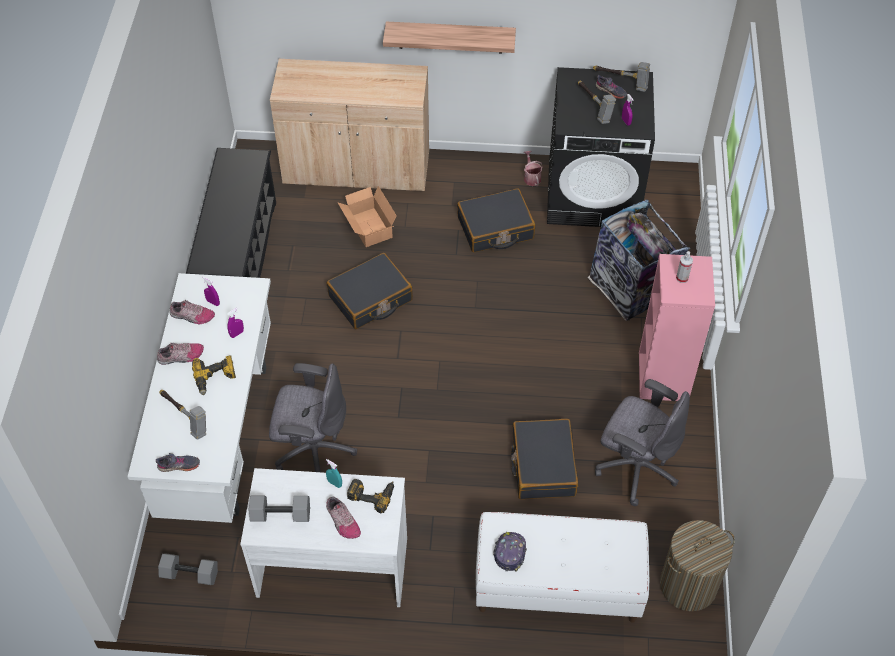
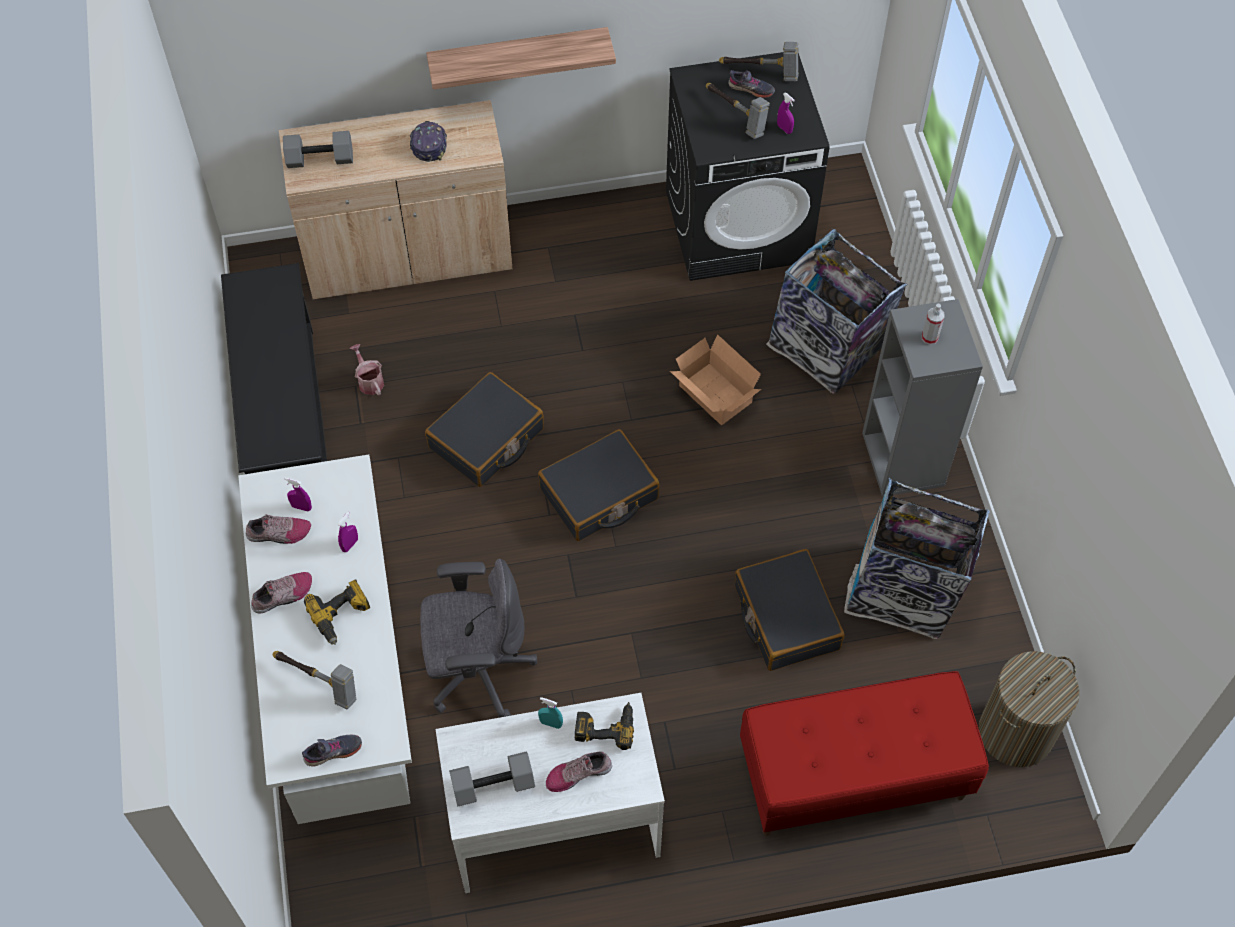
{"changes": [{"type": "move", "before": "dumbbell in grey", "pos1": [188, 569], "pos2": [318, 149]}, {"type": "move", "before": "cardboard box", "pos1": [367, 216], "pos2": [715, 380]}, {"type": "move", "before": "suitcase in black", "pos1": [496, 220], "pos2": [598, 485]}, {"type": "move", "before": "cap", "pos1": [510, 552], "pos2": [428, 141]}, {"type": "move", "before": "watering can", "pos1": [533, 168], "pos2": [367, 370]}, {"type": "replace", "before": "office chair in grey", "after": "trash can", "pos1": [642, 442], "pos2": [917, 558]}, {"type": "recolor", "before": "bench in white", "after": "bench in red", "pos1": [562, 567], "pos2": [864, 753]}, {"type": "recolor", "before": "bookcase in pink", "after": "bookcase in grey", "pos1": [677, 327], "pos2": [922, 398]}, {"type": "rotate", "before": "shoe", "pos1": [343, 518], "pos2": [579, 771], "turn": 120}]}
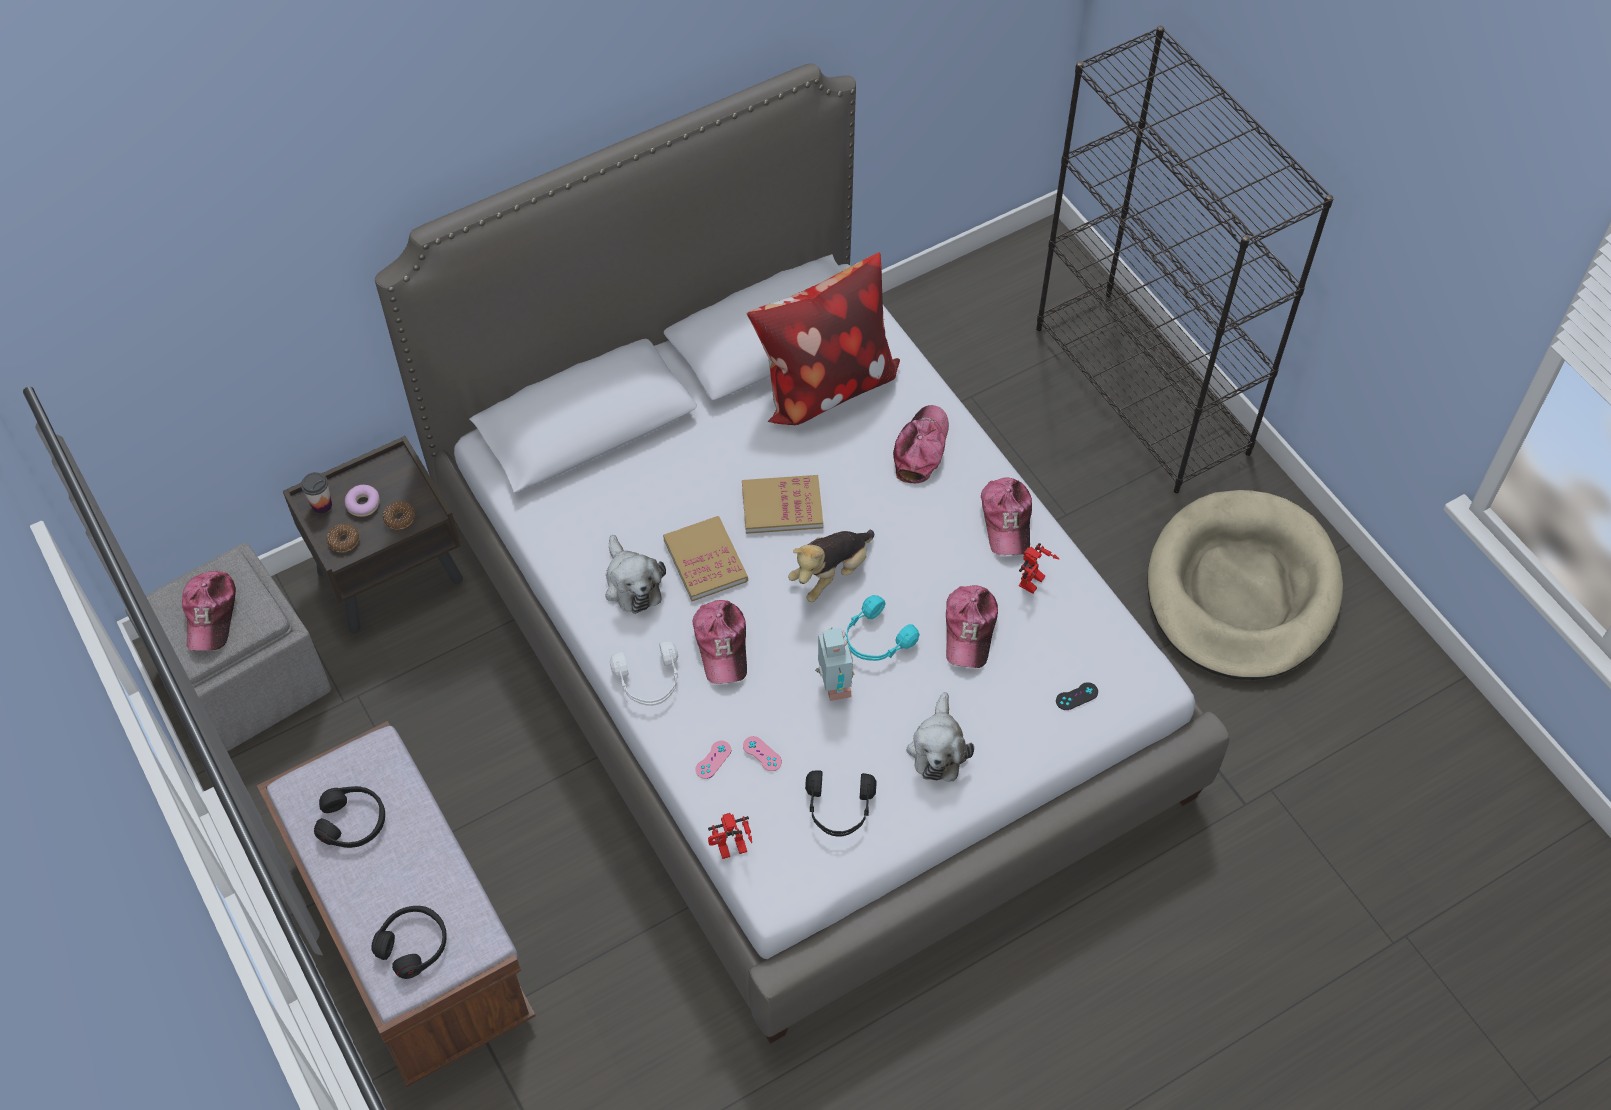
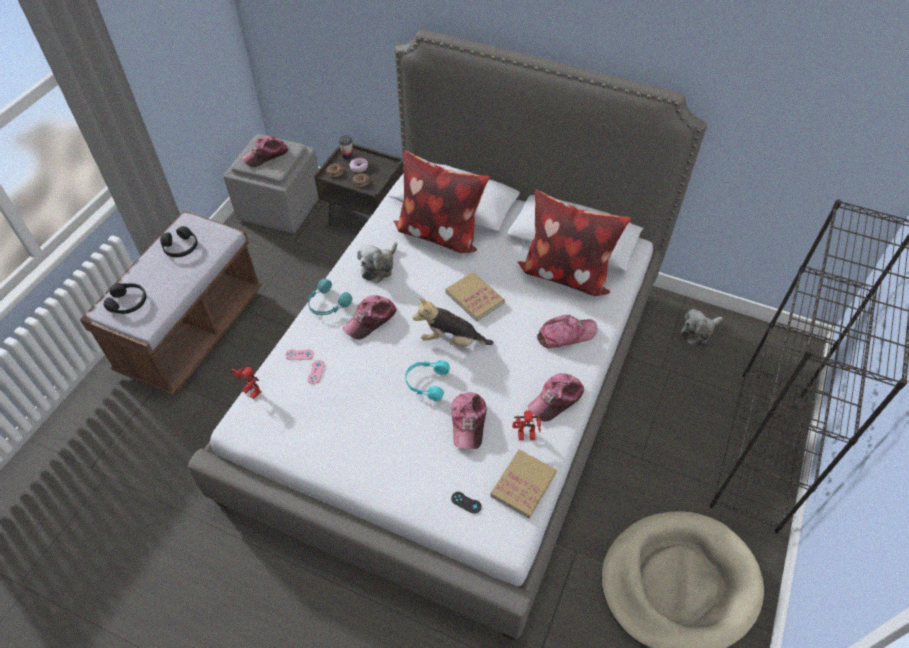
{"changes": [{"type": "delete", "before": "headphones in black", "pos1": [841, 803]}, {"type": "delete", "before": "toy robot", "pos1": [834, 664]}, {"type": "insert", "after": "pillow", "pos2": [441, 201]}, {"type": "move", "before": "book", "pos1": [705, 558], "pos2": [523, 483]}, {"type": "move", "before": "plush toy", "pos1": [940, 737], "pos2": [701, 327]}, {"type": "recolor", "before": "headphones in white", "after": "headphones in turquoise", "pos1": [644, 673], "pos2": [330, 297]}, {"type": "rotate", "before": "cap", "pos1": [972, 626], "pos2": [469, 420], "turn": -60}]}
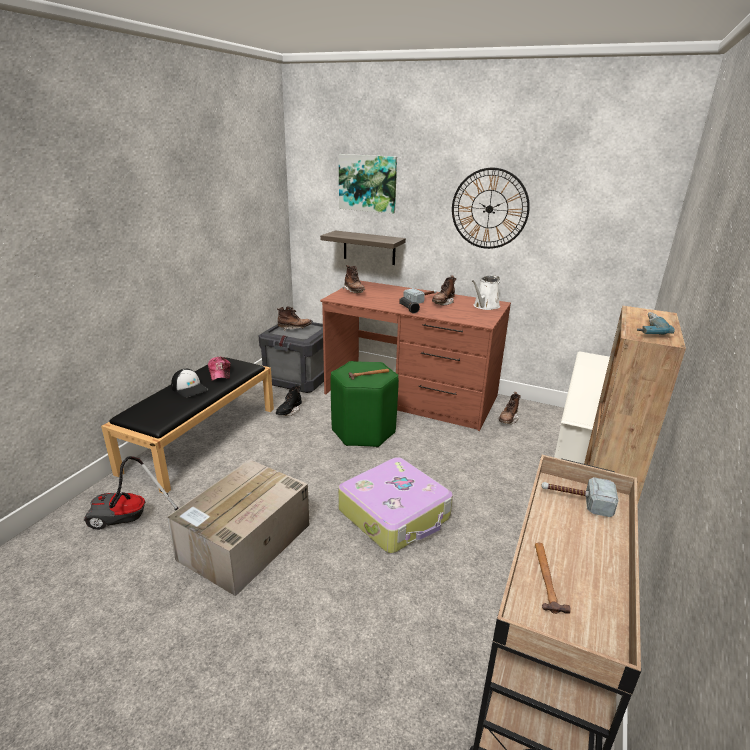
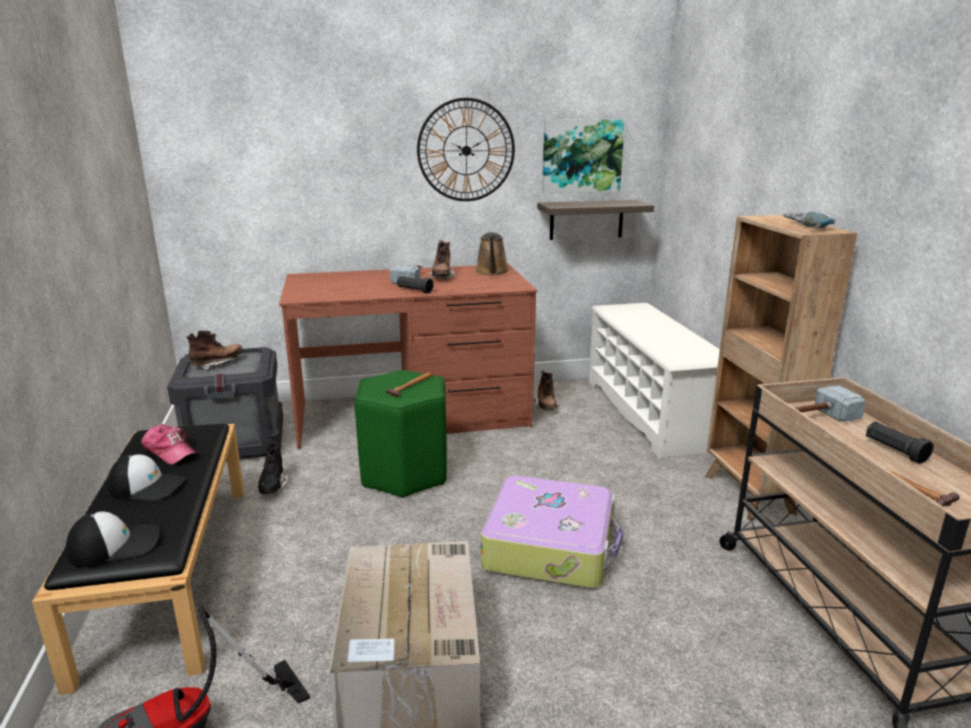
{"changes": [{"type": "delete", "before": "boot in brown", "pos1": [354, 279]}, {"type": "insert", "after": "cap", "pos2": [113, 539]}, {"type": "insert", "after": "flashlight in black", "pos2": [900, 442]}, {"type": "move", "before": "shelf", "pos1": [363, 247], "pos2": [595, 220]}, {"type": "move", "before": "picture", "pos1": [368, 184], "pos2": [583, 156]}, {"type": "recolor", "before": "watering can in white", "after": "watering can in brown", "pos1": [486, 293], "pos2": [492, 253]}]}
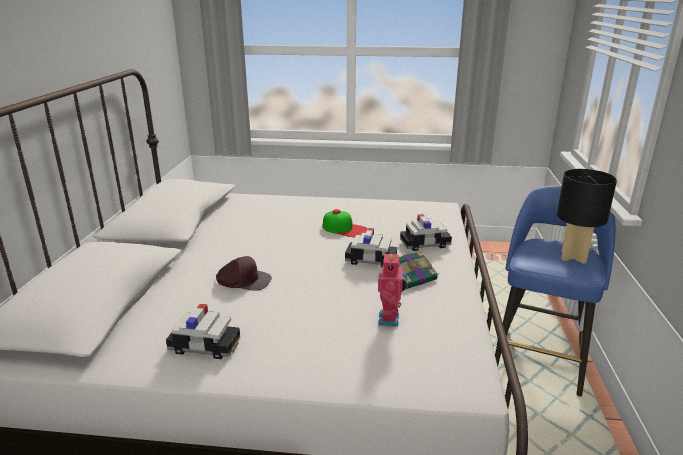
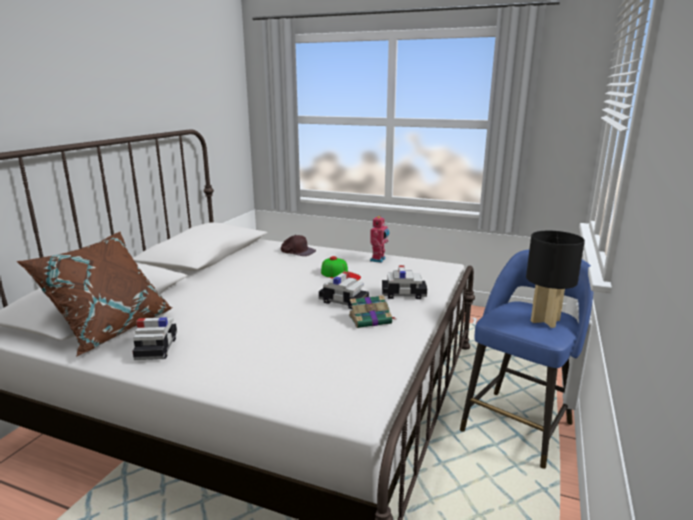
{"changes": [{"type": "insert", "after": "pillow in brown", "pos2": [94, 294]}, {"type": "move", "before": "cap in brown", "pos1": [244, 273], "pos2": [298, 245]}, {"type": "move", "before": "toy robot", "pos1": [392, 289], "pos2": [379, 239]}, {"type": "rotate", "before": "toy car", "pos1": [203, 331], "pos2": [154, 338], "turn": -120}]}
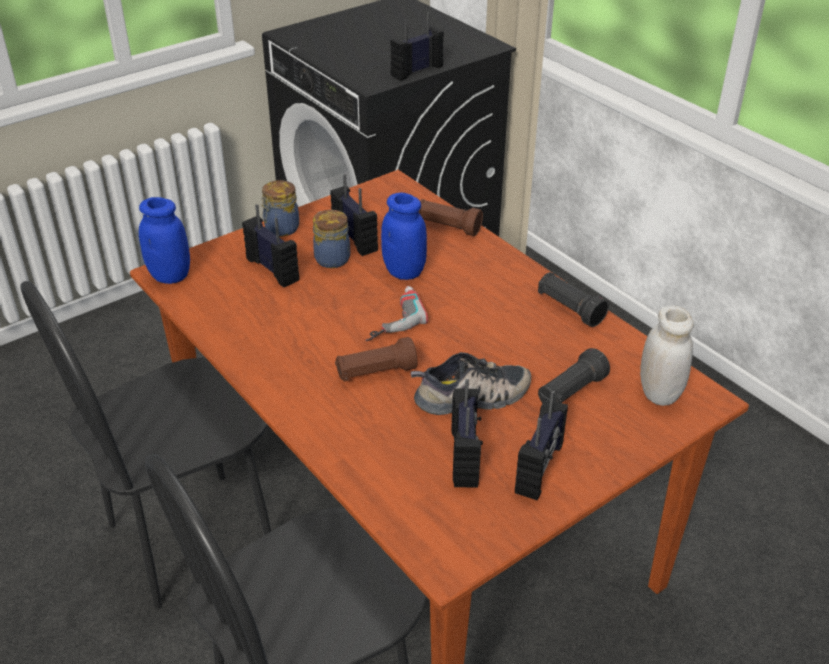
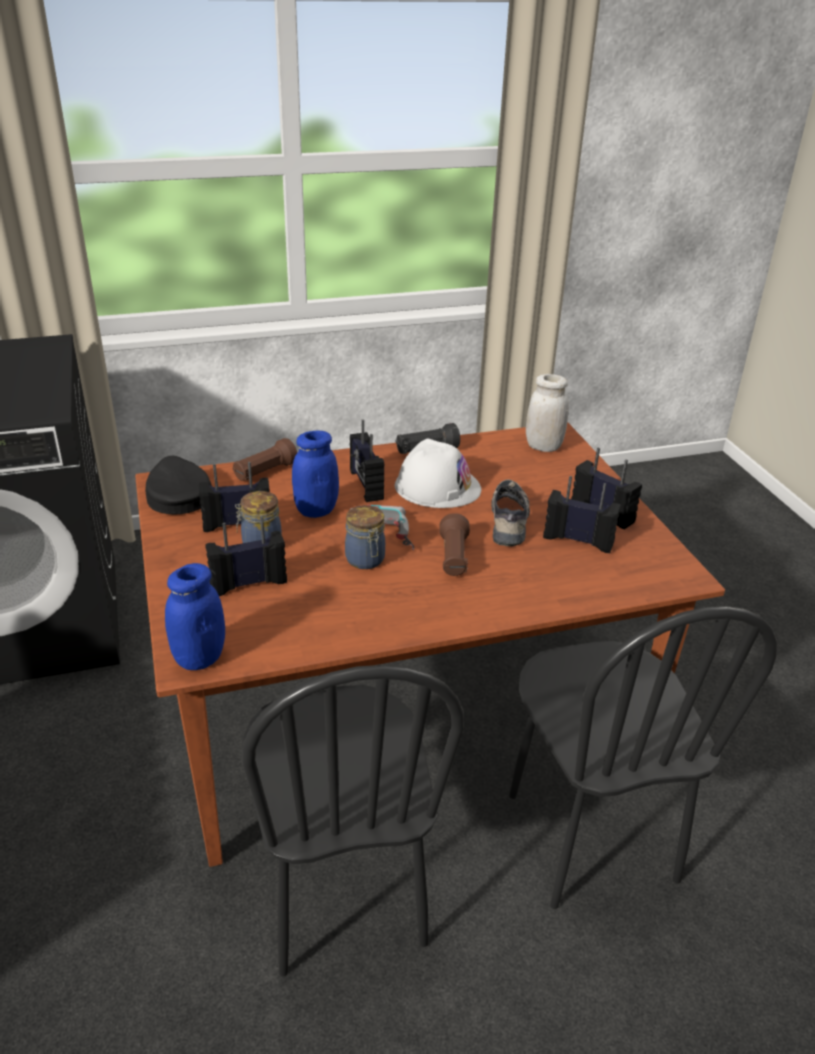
{"changes": [{"type": "delete", "before": "flashlight in black", "pos1": [574, 375]}, {"type": "insert", "after": "cap in black", "pos2": [178, 485]}, {"type": "insert", "after": "hard hat in white", "pos2": [438, 473]}, {"type": "move", "before": "jar", "pos1": [280, 208], "pos2": [365, 537]}, {"type": "move", "before": "radio", "pos1": [417, 46], "pos2": [367, 461]}]}
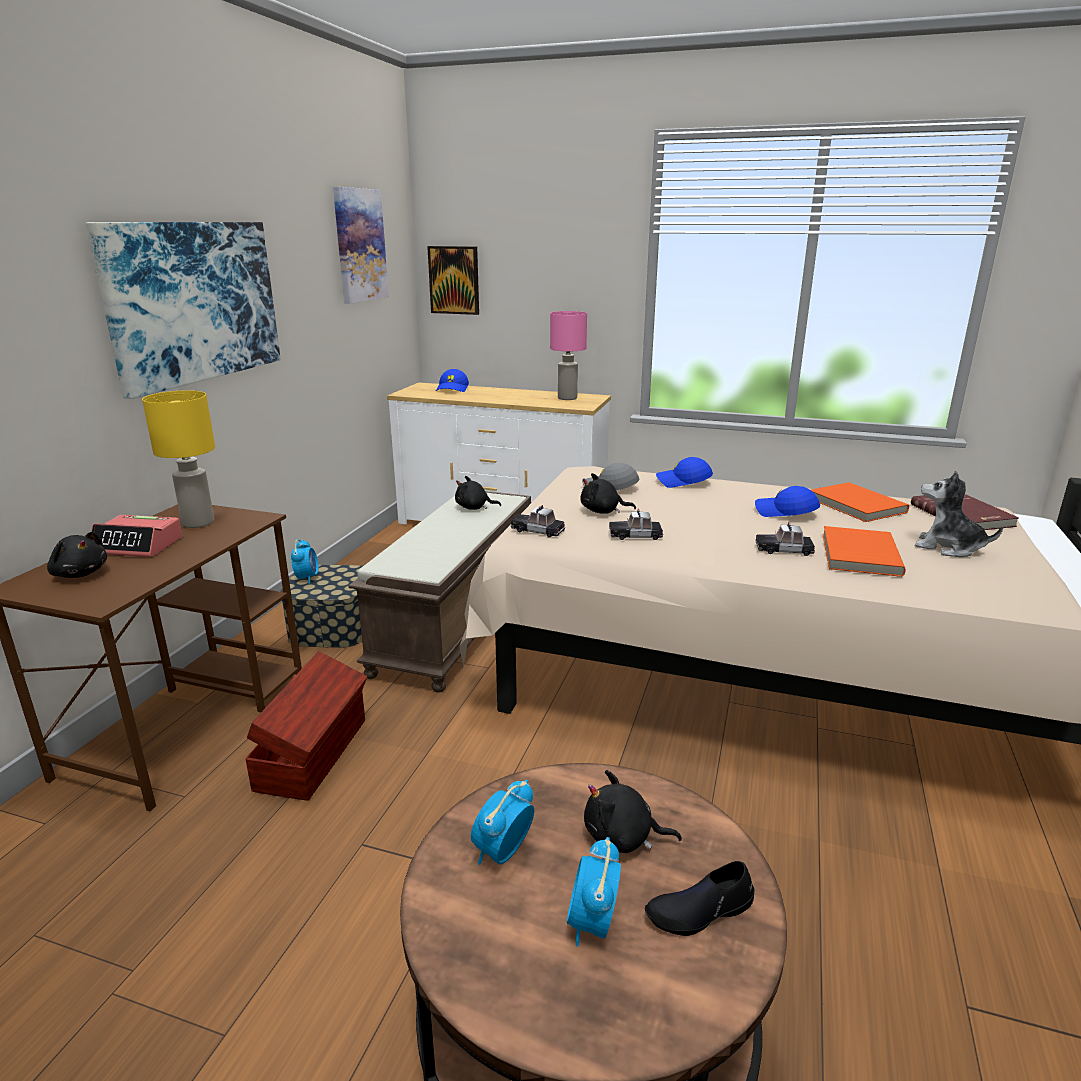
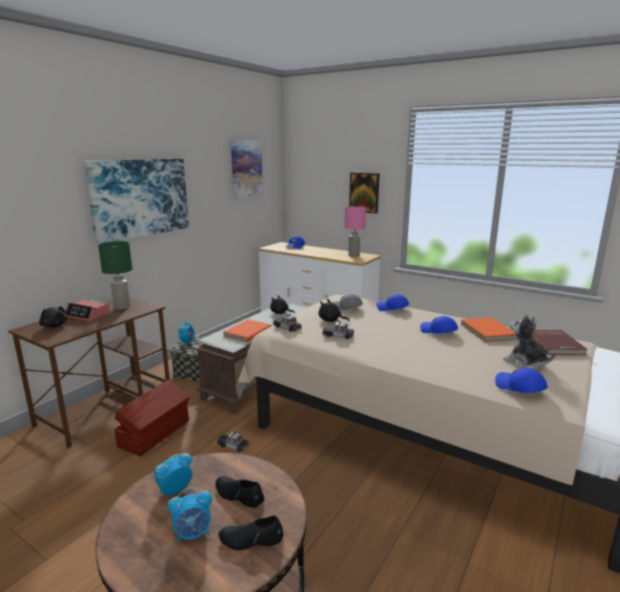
{"changes": [{"type": "insert", "after": "cap in blue", "pos2": [521, 380]}, {"type": "move", "before": "picture", "pos1": [453, 280], "pos2": [364, 193]}, {"type": "move", "before": "toy car", "pos1": [785, 539], "pos2": [233, 441]}, {"type": "move", "before": "book in orange", "pos1": [864, 551], "pos2": [247, 330]}, {"type": "replace", "before": "plush toy in black", "after": "shoe in black", "pos1": [633, 811], "pos2": [239, 492]}, {"type": "recolor", "before": "table lamp in yellow", "after": "table lamp in green", "pos1": [178, 459], "pos2": [115, 275]}, {"type": "rotate", "before": "alarm clock", "pos1": [594, 891], "pos2": [190, 515], "turn": -135}]}
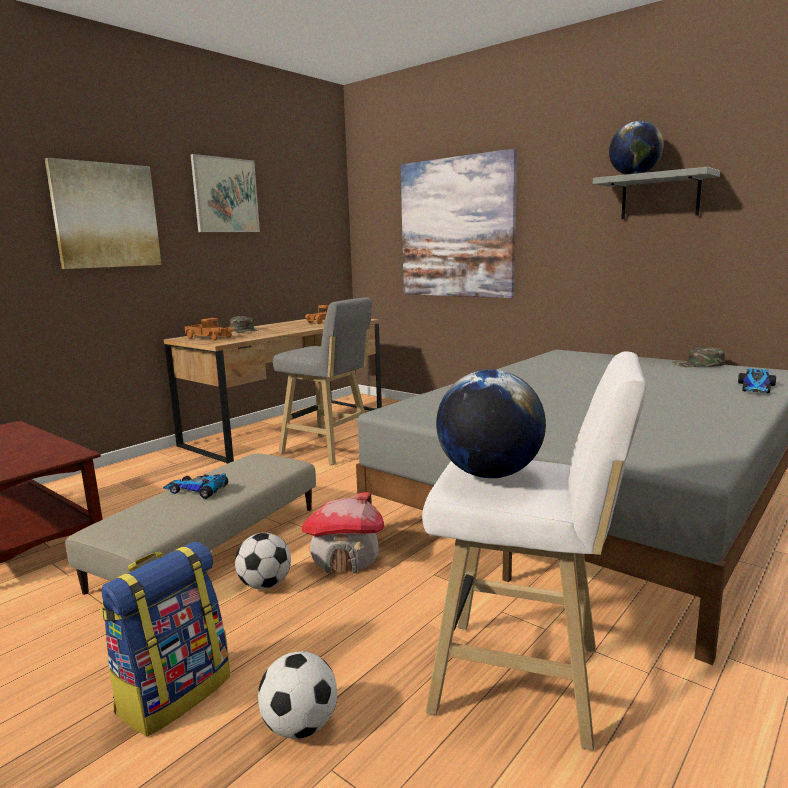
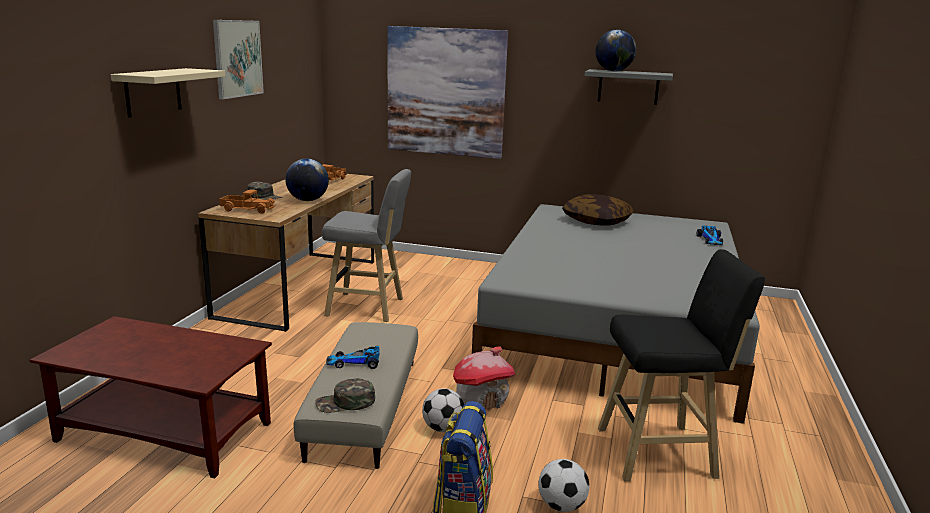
{"changes": [{"type": "insert", "after": "pillow", "pos2": [598, 210]}, {"type": "move", "before": "globe", "pos1": [491, 423], "pos2": [307, 180]}, {"type": "move", "before": "cap in green", "pos1": [698, 357], "pos2": [345, 395]}, {"type": "replace", "before": "picture", "after": "shelf in beige", "pos1": [103, 213], "pos2": [168, 93]}, {"type": "recolor", "before": "stool in white", "after": "stool in black", "pos1": [534, 551], "pos2": [681, 365]}]}
